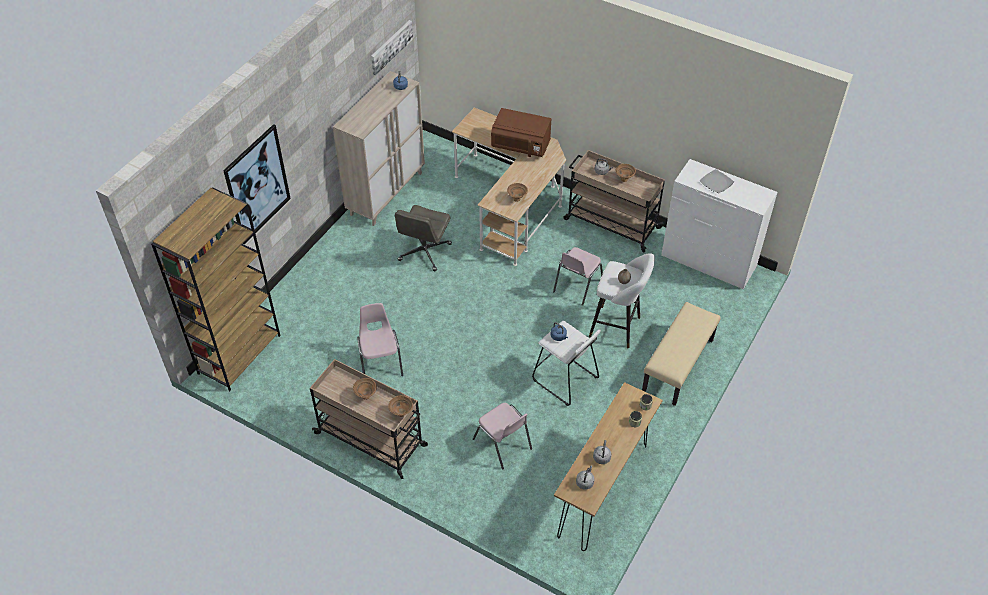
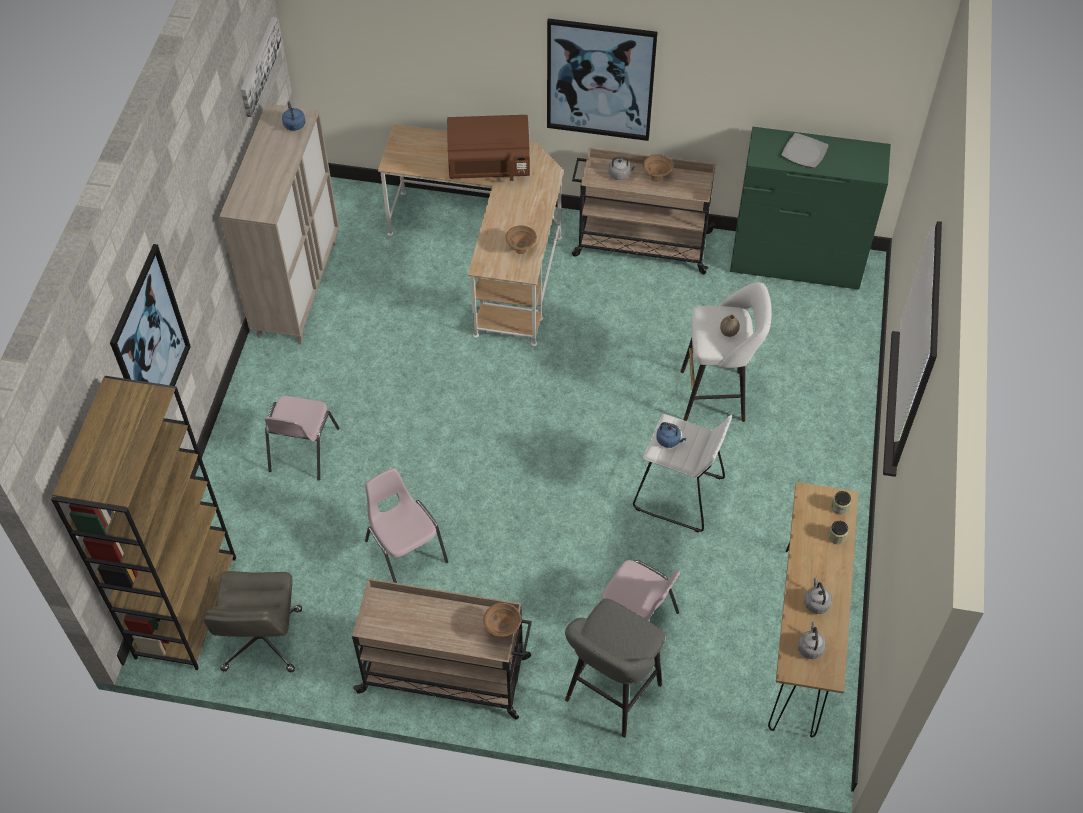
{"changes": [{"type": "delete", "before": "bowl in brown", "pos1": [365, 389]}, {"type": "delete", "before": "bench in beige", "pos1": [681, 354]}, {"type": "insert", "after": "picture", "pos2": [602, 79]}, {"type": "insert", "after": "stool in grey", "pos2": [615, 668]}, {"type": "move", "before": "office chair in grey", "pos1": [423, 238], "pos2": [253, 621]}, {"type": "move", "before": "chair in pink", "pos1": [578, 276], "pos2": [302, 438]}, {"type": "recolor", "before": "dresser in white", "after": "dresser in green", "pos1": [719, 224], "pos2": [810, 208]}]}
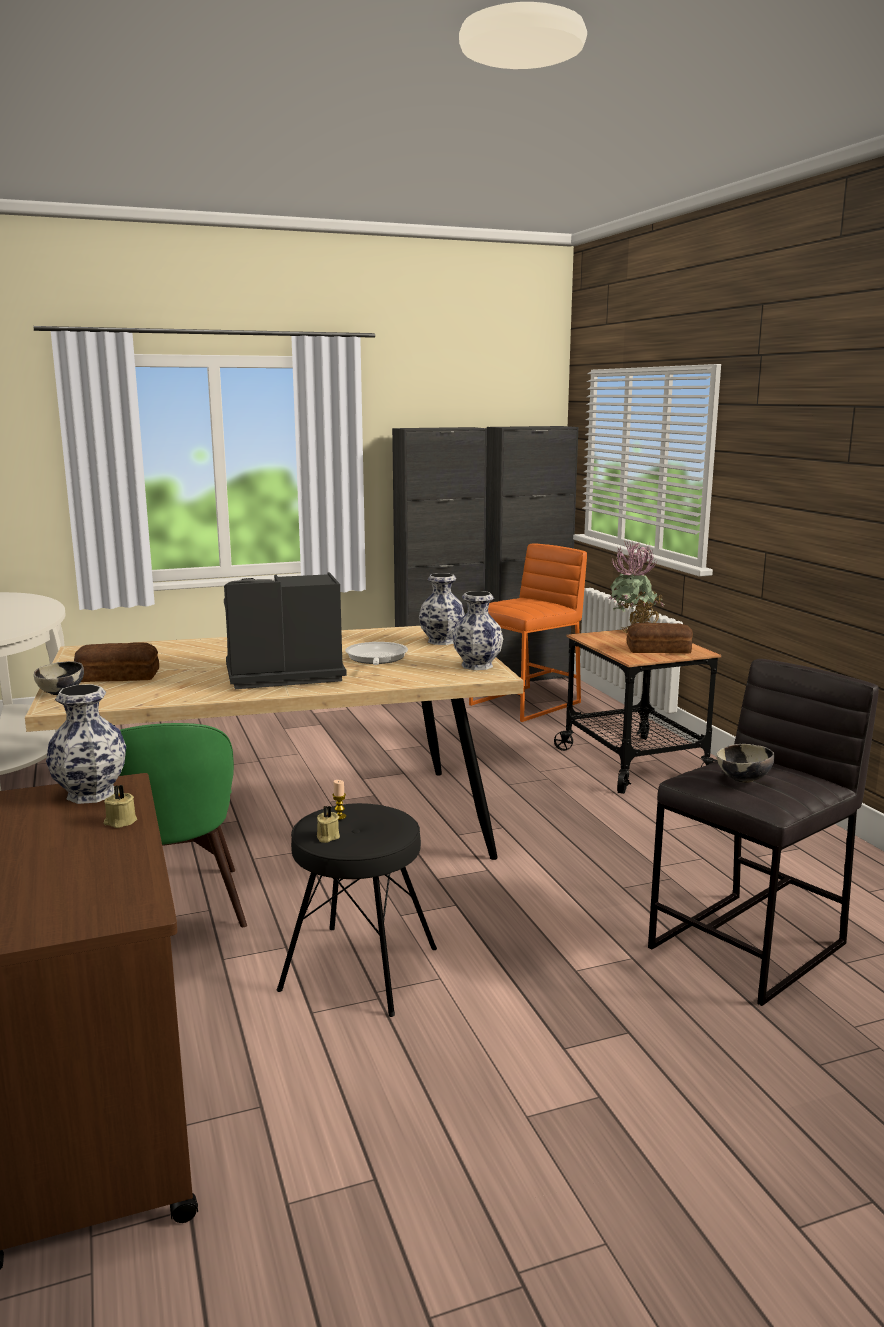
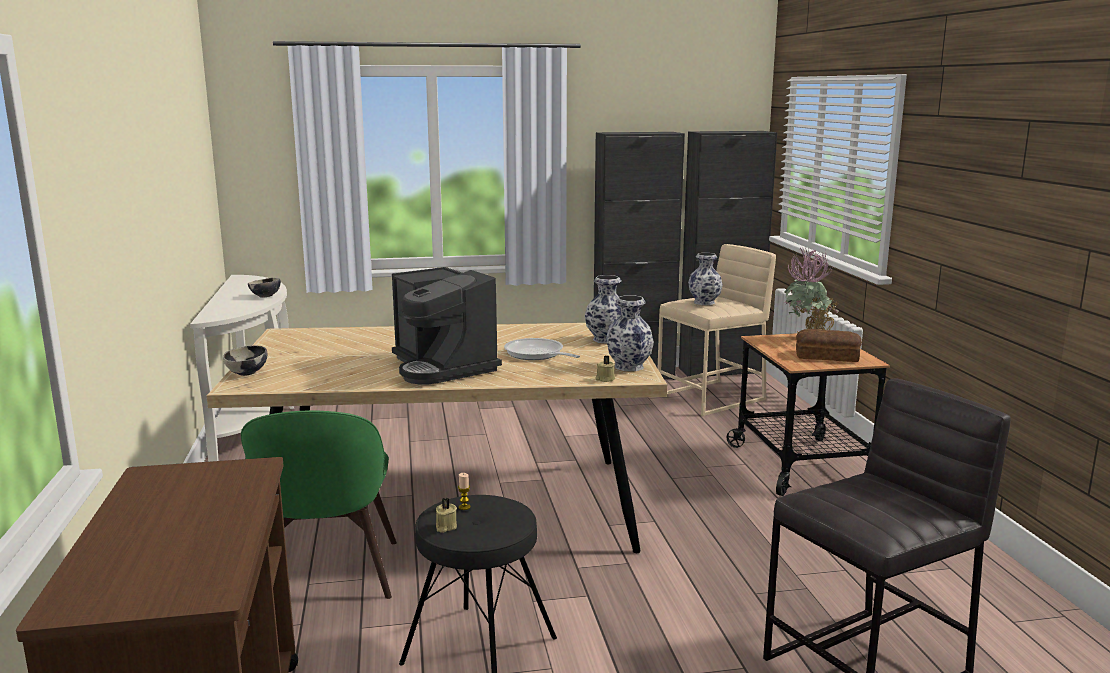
{"changes": [{"type": "delete", "before": "bread", "pos1": [116, 662]}, {"type": "move", "before": "vase", "pos1": [86, 744], "pos2": [705, 279]}, {"type": "move", "before": "candle in beige", "pos1": [120, 806], "pos2": [605, 369]}, {"type": "move", "before": "bowl", "pos1": [745, 763], "pos2": [264, 288]}, {"type": "recolor", "before": "stool in orange", "after": "stool in beige", "pos1": [528, 633], "pos2": [717, 330]}, {"type": "rotate", "before": "coffee machine", "pos1": [285, 630], "pos2": [447, 325], "turn": -120}, {"type": "rotate", "before": "frying pan", "pos1": [376, 653], "pos2": [542, 349], "turn": -45}]}
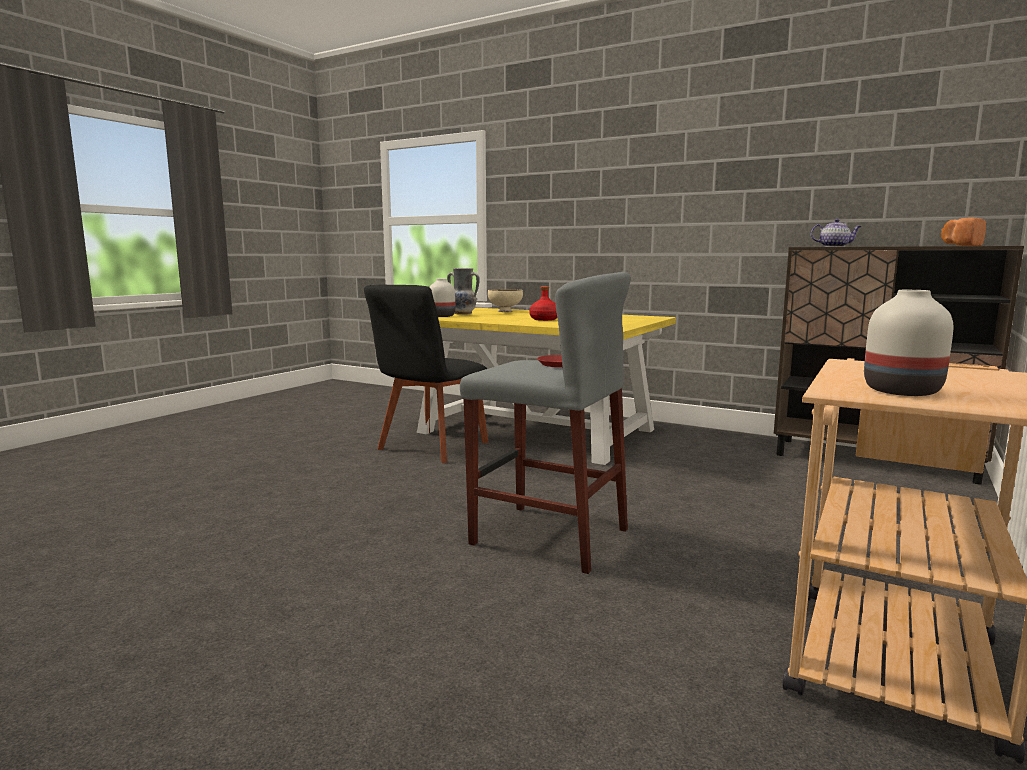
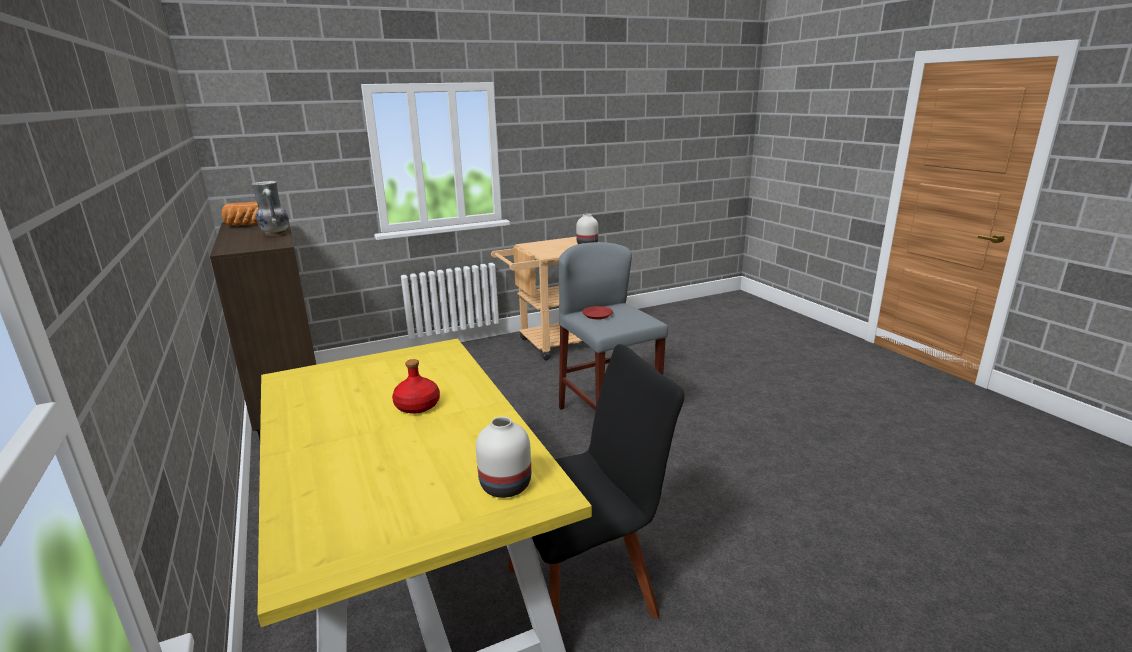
{"changes": [{"type": "delete", "before": "bowl in beige", "pos1": [505, 300]}, {"type": "delete", "before": "teapot", "pos1": [836, 233]}, {"type": "move", "before": "vase", "pos1": [463, 291], "pos2": [270, 208]}]}
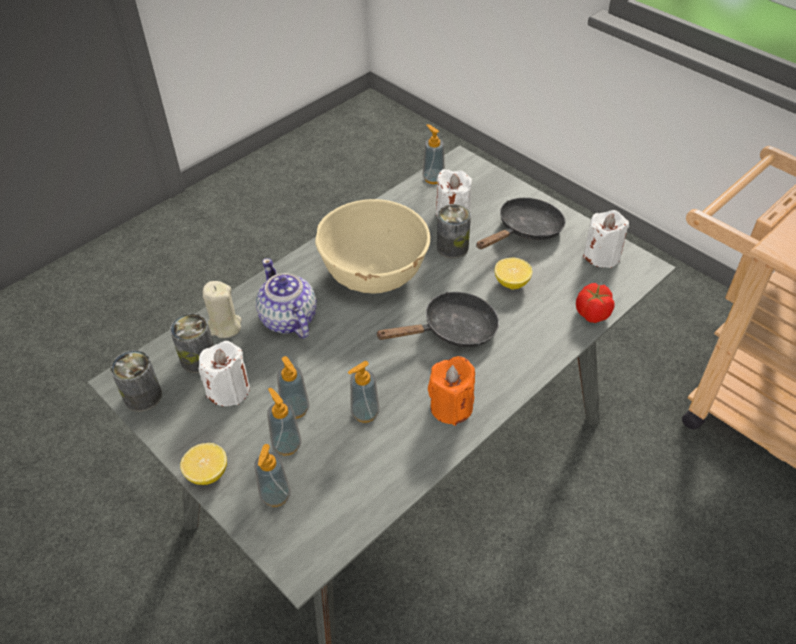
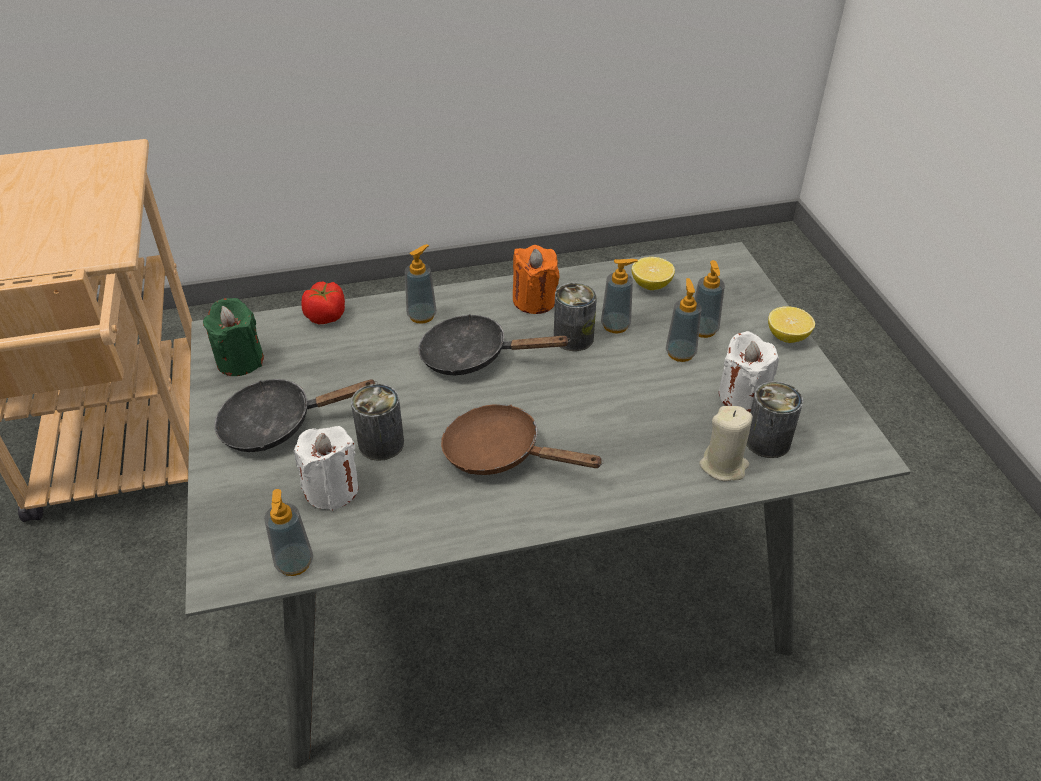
{"changes": [{"type": "delete", "before": "teapot", "pos1": [286, 298]}, {"type": "move", "before": "can", "pos1": [136, 381], "pos2": [575, 317]}, {"type": "move", "before": "soap dispenser", "pos1": [272, 475], "pos2": [421, 284]}, {"type": "move", "before": "lemon", "pos1": [513, 273], "pos2": [653, 273]}, {"type": "replace", "before": "bowl in beige", "after": "frying pan in brown", "pos1": [372, 246], "pos2": [522, 439]}, {"type": "recolor", "before": "candle in white", "after": "candle in green", "pos1": [606, 239], "pos2": [233, 337]}]}
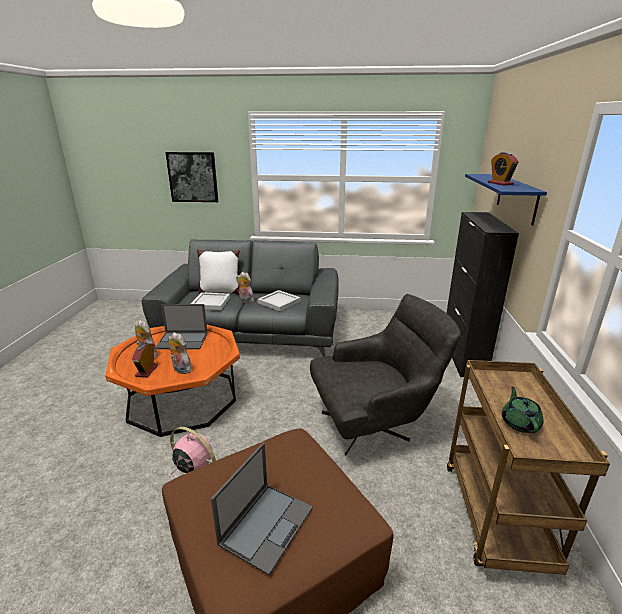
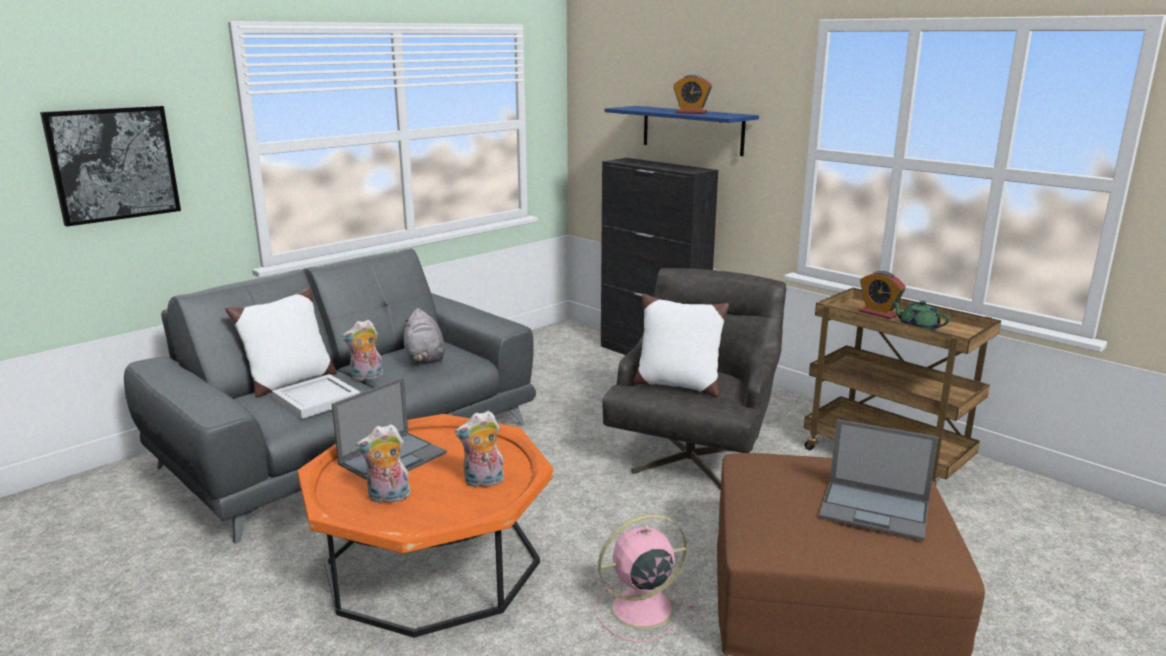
{"changes": [{"type": "insert", "after": "pillow in white", "pos2": [681, 345]}, {"type": "move", "before": "alarm clock", "pos1": [145, 360], "pos2": [882, 295]}, {"type": "replace", "before": "tray in white", "after": "plush toy in grey", "pos1": [279, 300], "pos2": [424, 336]}, {"type": "rotate", "before": "laptop", "pos1": [262, 509], "pos2": [879, 480], "turn": 135}]}
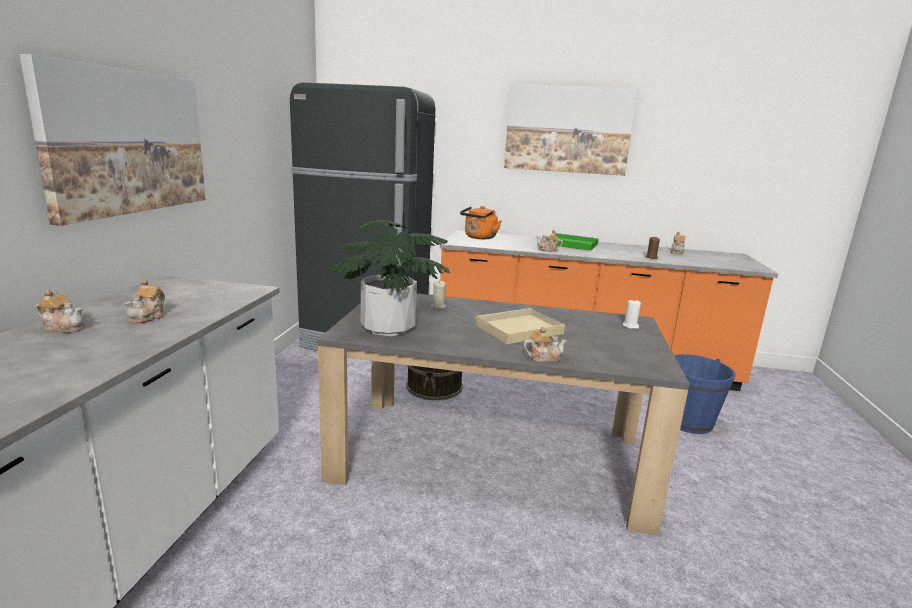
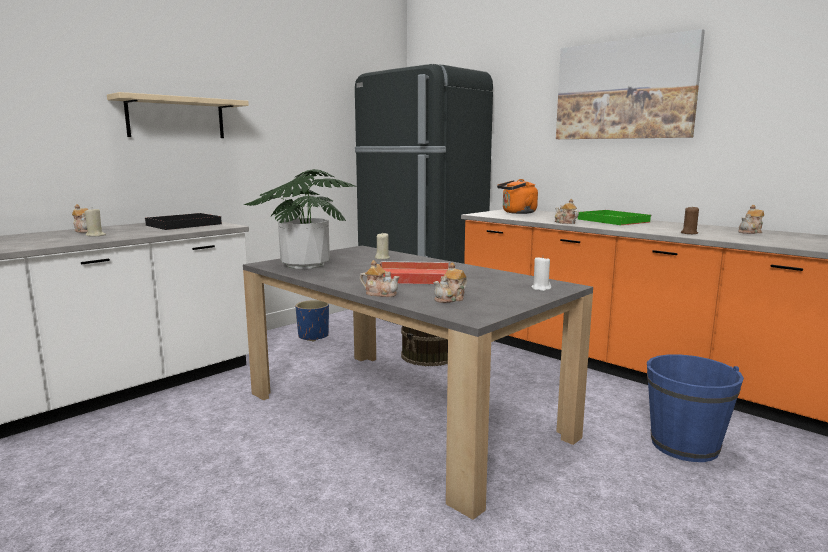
{"changes": [{"type": "insert", "after": "candle in beige", "pos2": [95, 222]}, {"type": "insert", "after": "tray in black", "pos2": [183, 221]}, {"type": "insert", "after": "planter in blue", "pos2": [312, 320]}, {"type": "move", "before": "teapot", "pos1": [144, 301], "pos2": [450, 283]}, {"type": "replace", "before": "picture", "after": "shelf in beige", "pos1": [112, 140], "pos2": [178, 115]}, {"type": "recolor", "before": "tray in beige", "after": "tray in red", "pos1": [520, 326], "pos2": [414, 272]}]}
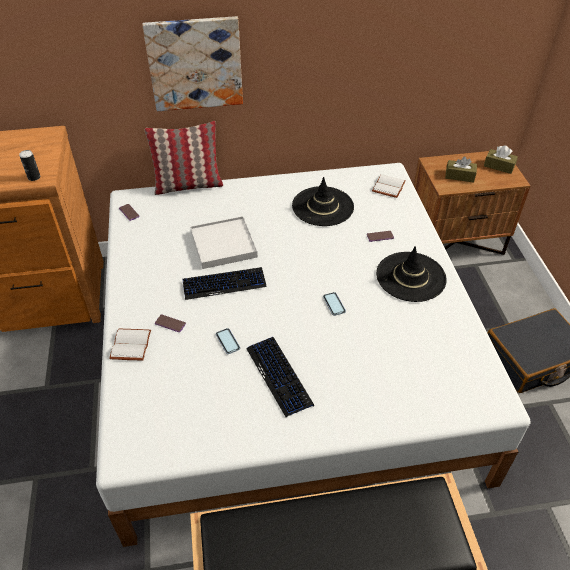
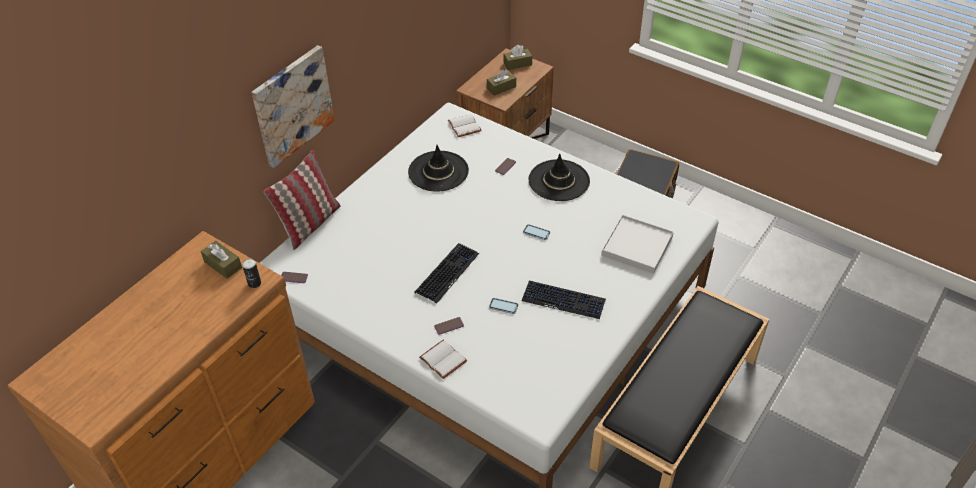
{"changes": [{"type": "insert", "after": "tissue box in brown", "pos2": [221, 260]}, {"type": "move", "before": "tray in white", "pos1": [224, 242], "pos2": [637, 244]}]}
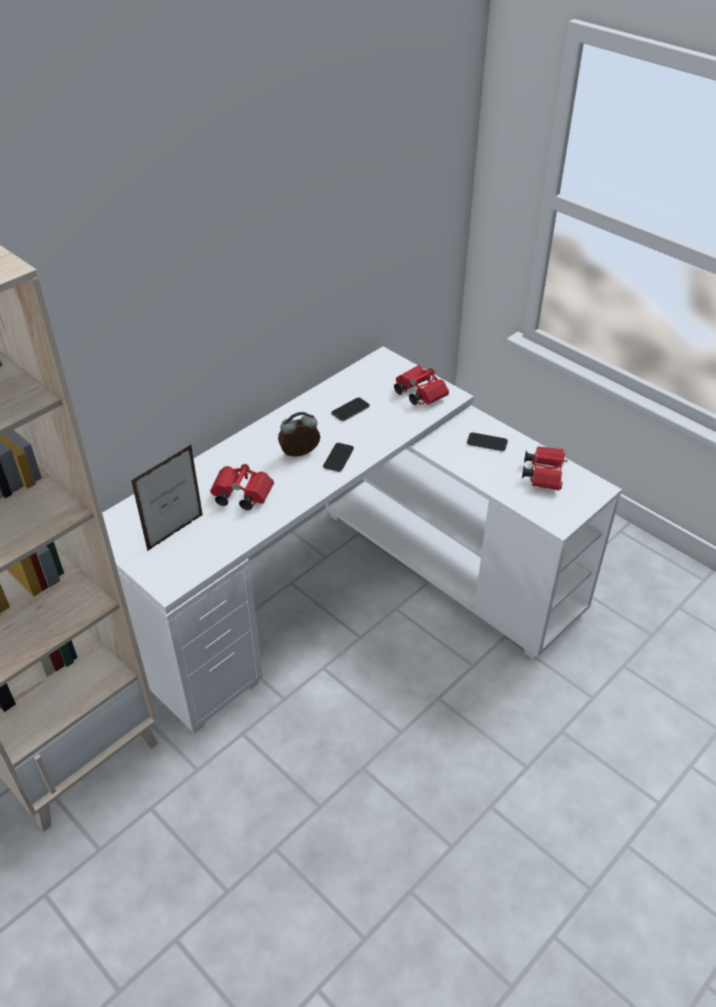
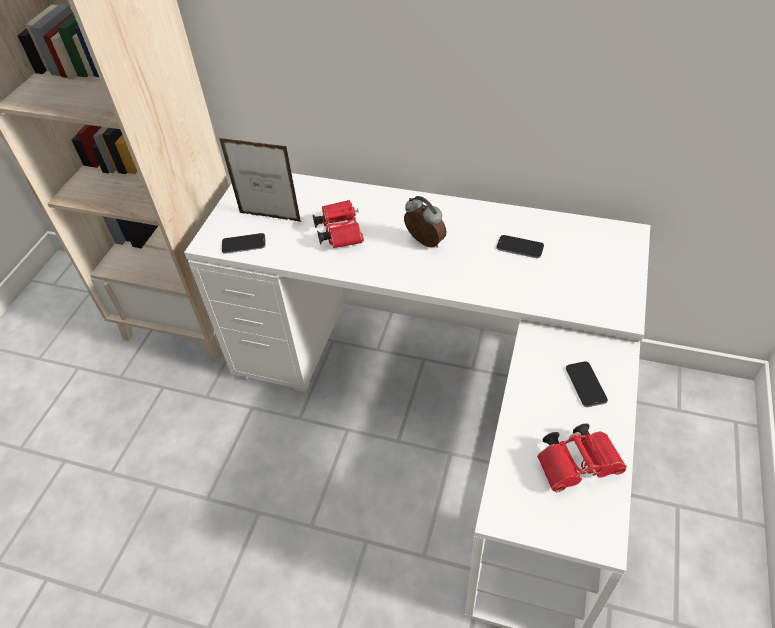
{"changes": [{"type": "delete", "before": "binoculars in red", "pos1": [421, 385]}, {"type": "move", "before": "phone", "pos1": [338, 457], "pos2": [244, 243]}]}
